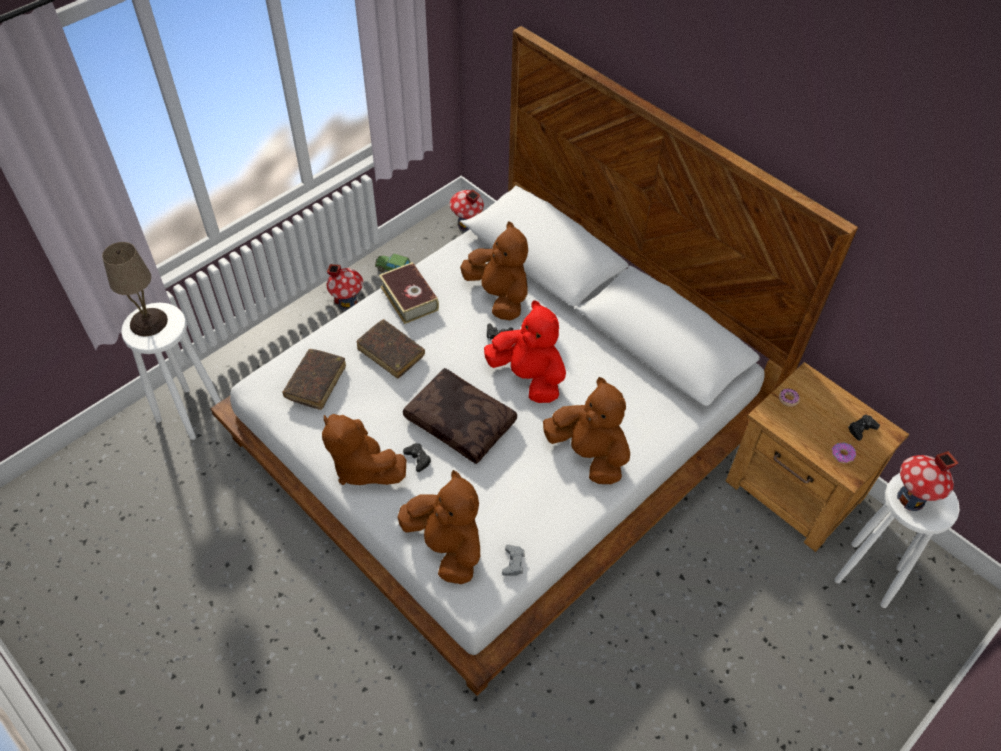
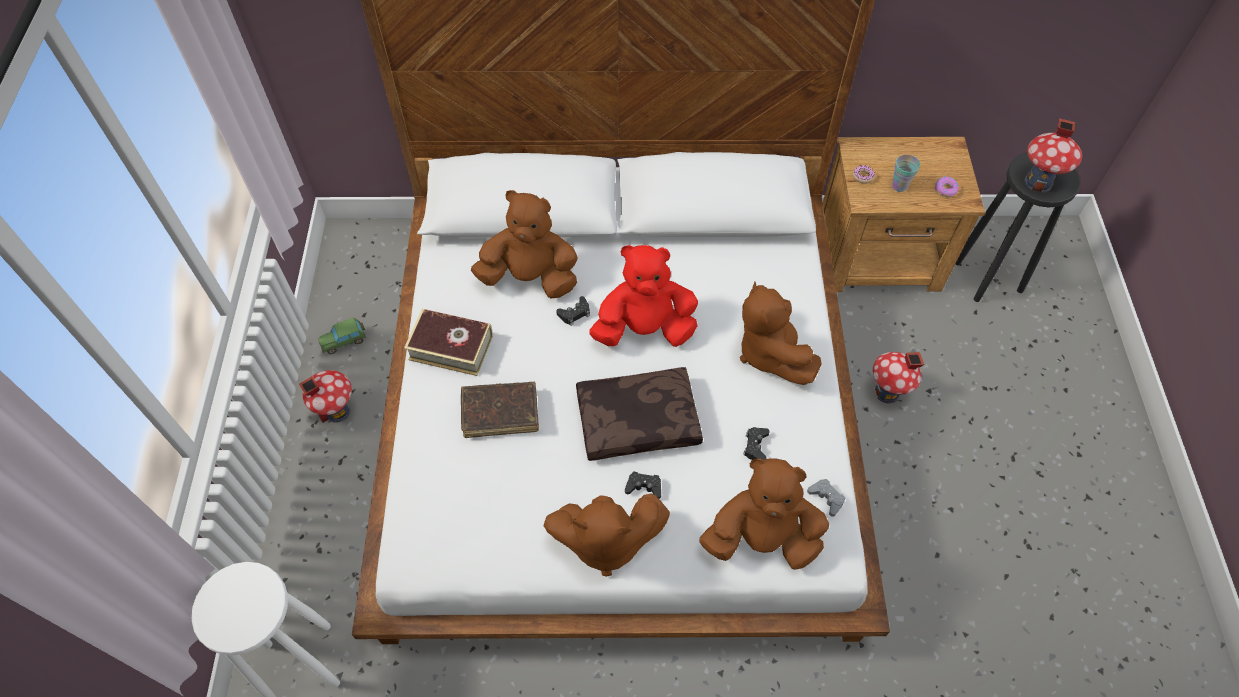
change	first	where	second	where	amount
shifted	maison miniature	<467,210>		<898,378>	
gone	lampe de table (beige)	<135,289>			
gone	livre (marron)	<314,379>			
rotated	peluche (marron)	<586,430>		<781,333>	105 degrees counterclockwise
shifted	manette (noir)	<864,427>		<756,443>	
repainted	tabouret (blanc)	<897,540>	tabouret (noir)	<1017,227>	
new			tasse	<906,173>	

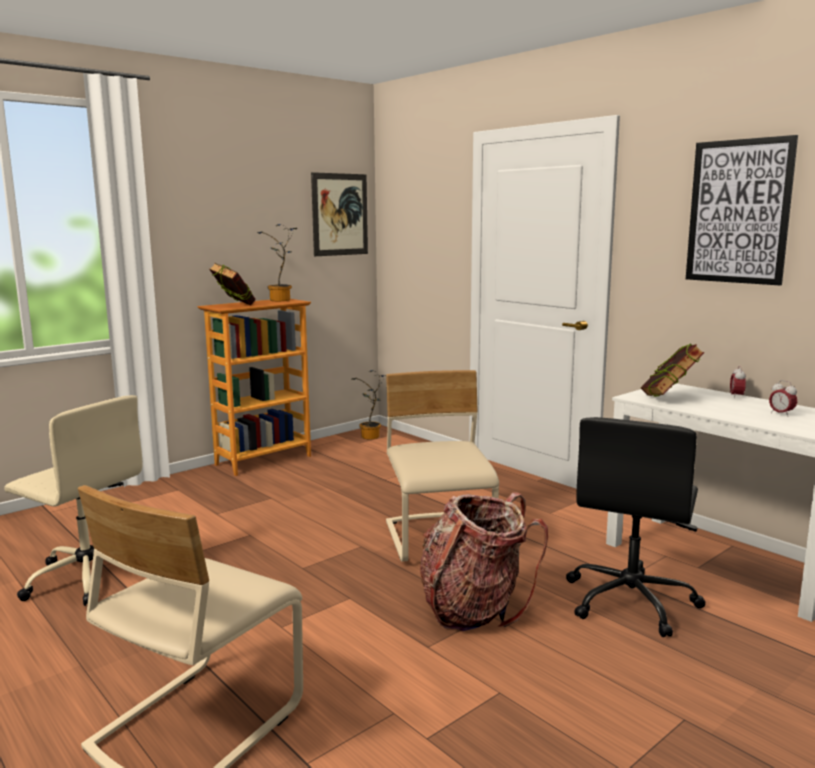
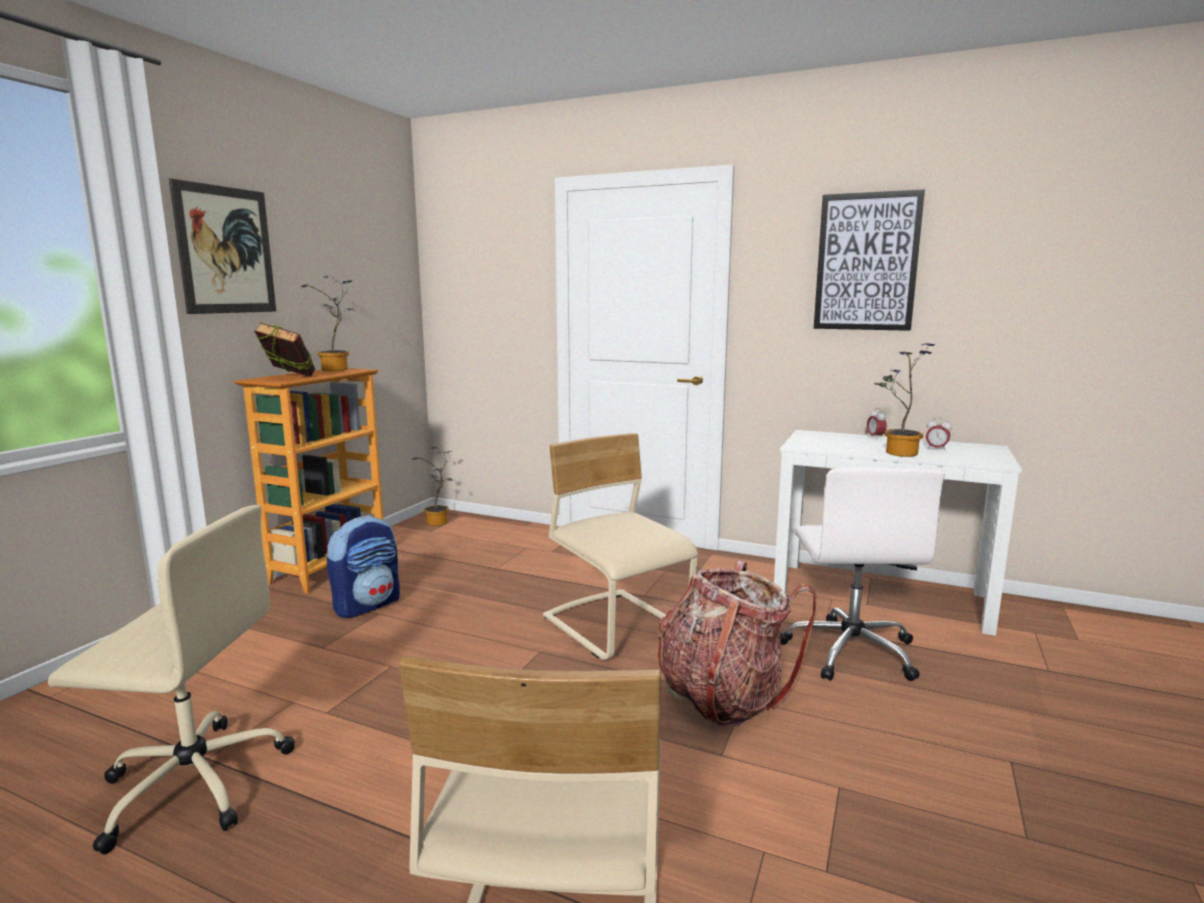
change	first	where	second	where	amount
shifted	tableau	<339,214>		<222,246>	
gone	livre	<673,369>			
repainted	chaise de bureau (noir)	<636,527>	chaise de bureau (blanc)	<862,574>	
new			plante en pot	<904,400>	
new			sac à dos	<363,566>	

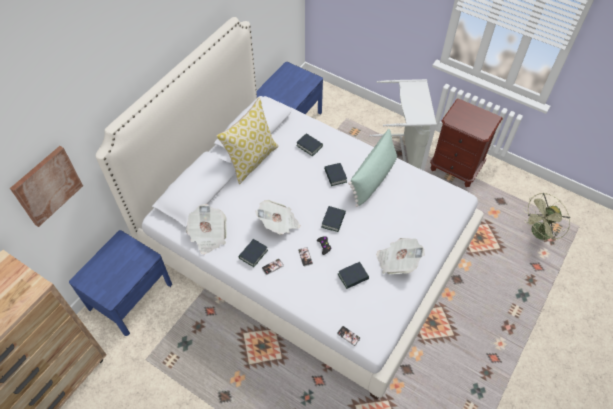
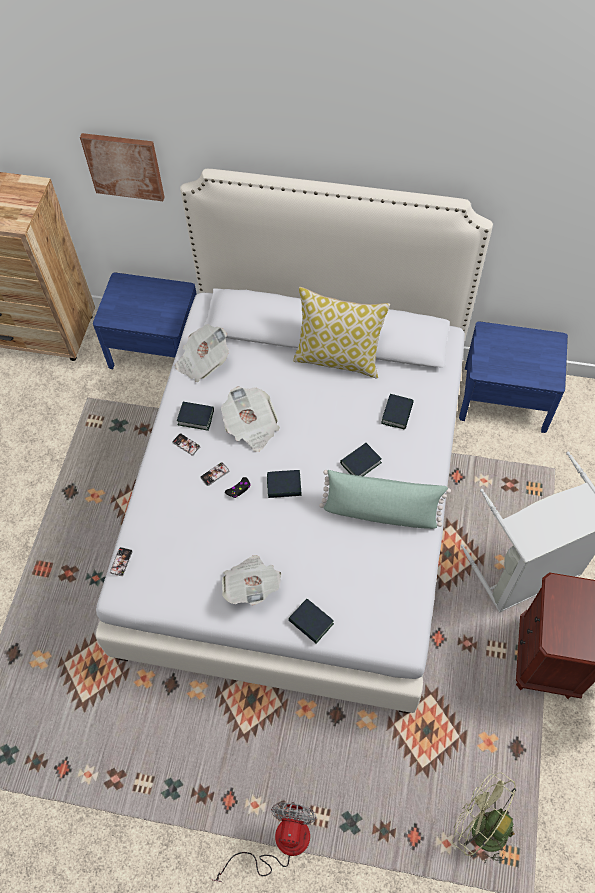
change	first	where	second	where	amount
shifted	livre	<353,275>		<311,621>	
new			ventilateur	<264,842>	

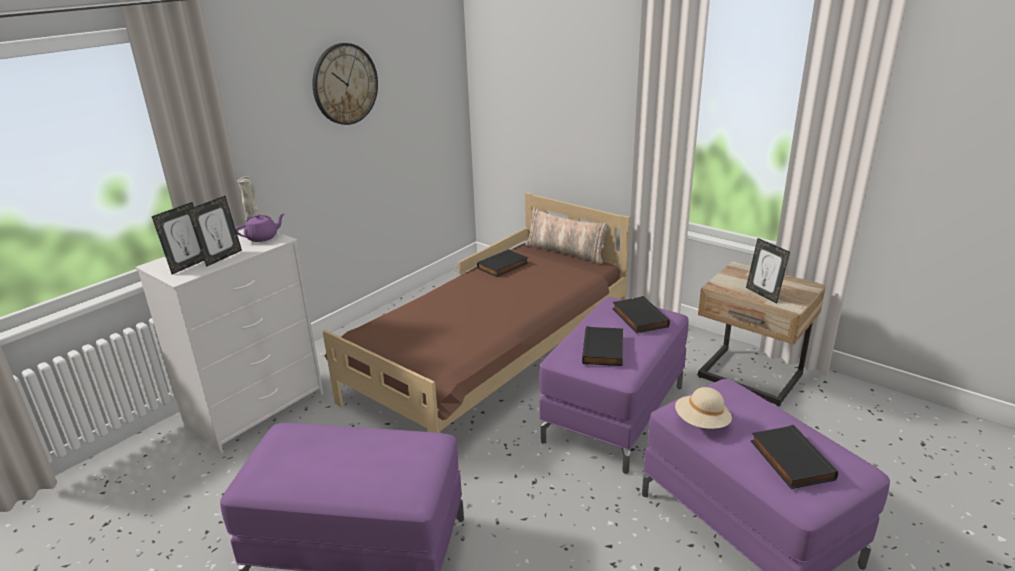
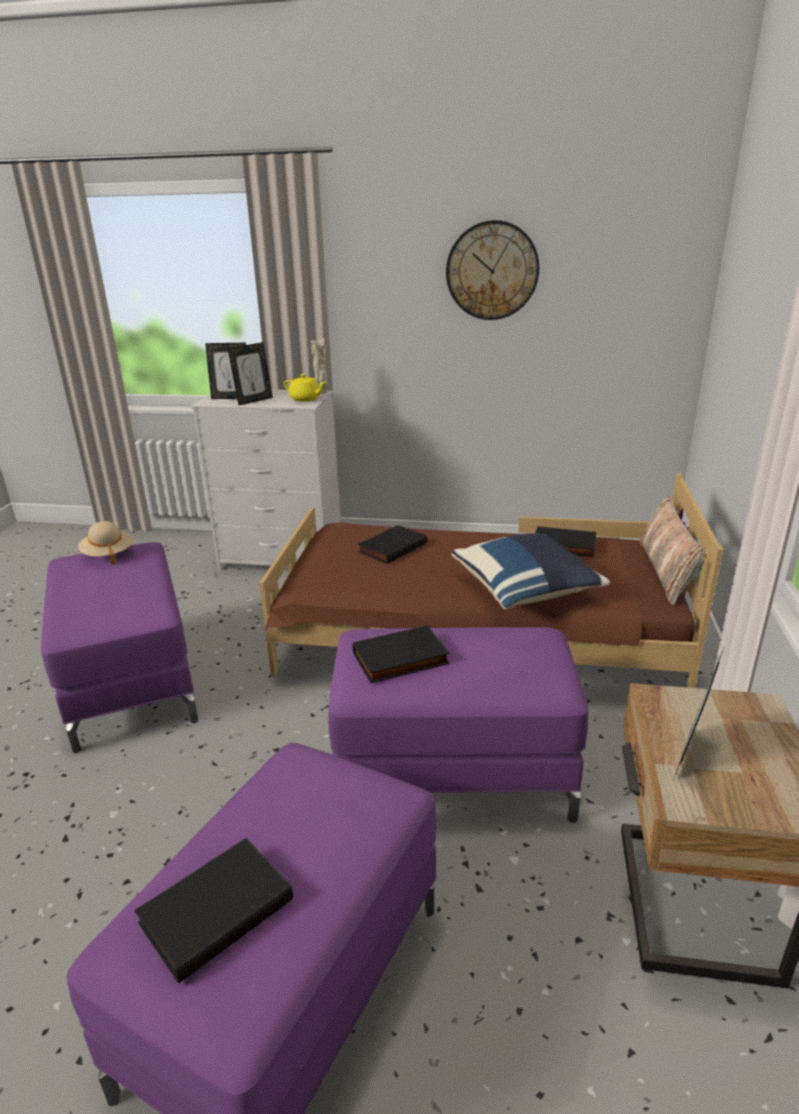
change	first	where	second	where	amount
rotated	cadre photo	<215,231>		<250,373>	45 degrees counterclockwise
repainted	théière (violet)	<260,227>	théière (jaune)	<305,388>	
shifted	livre (noir)	<641,314>		<392,544>	
shifted	chapeau (beige)	<703,408>		<105,543>	
new			coussin (bleu)	<530,571>	

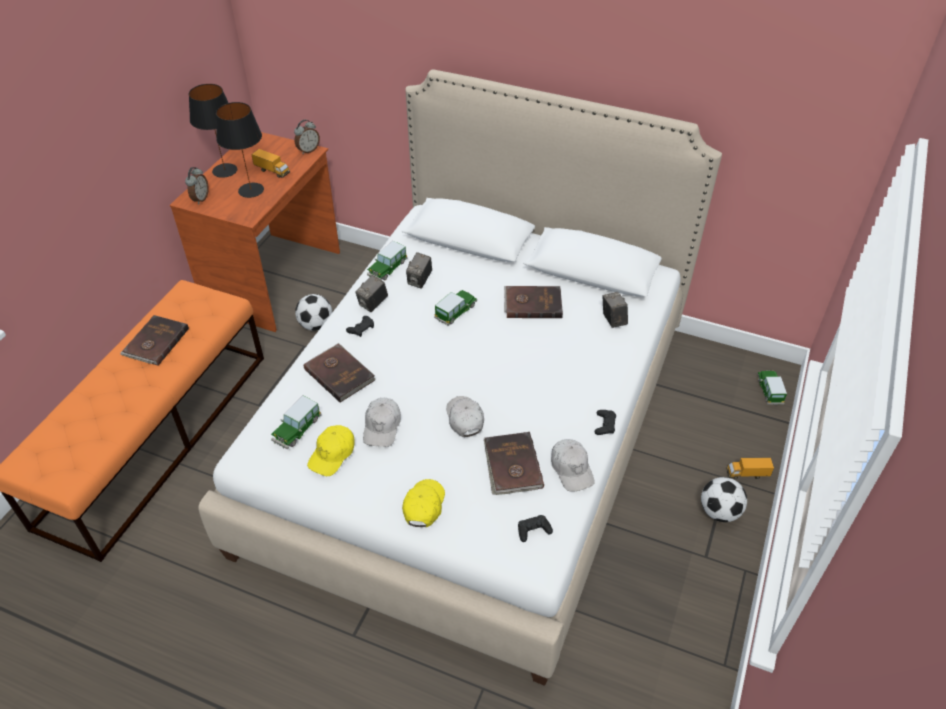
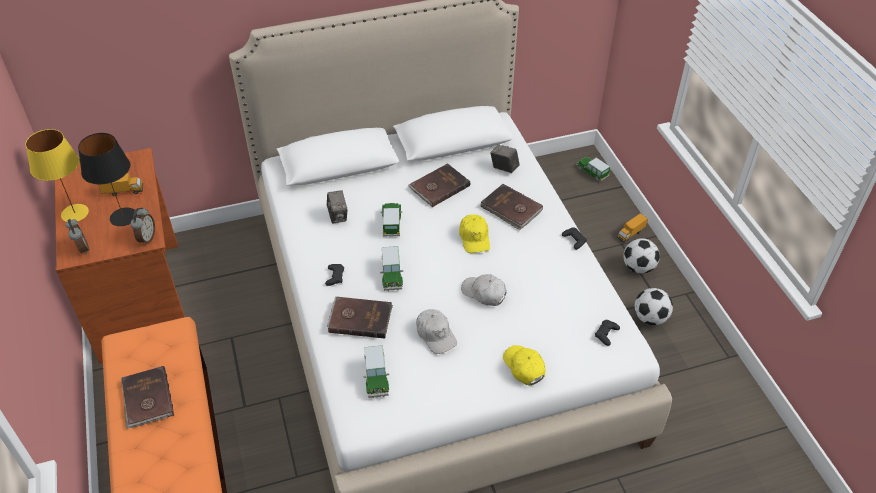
change	first	where	second	where	amount
repainted	lampe de table (noir)	<213,131>	lampe de table (jaune)	<57,175>	
shifted	réveil	<307,137>		<143,226>	
shifted	petite voiture	<387,261>		<391,268>	
gone	appareil photo	<372,293>			
shifted	ballon de foot	<313,312>		<653,306>	
shifted	casquette (jaune)	<331,450>		<474,233>	
shifted	livre (marron)	<514,463>		<511,207>	
gone	casquette (blanc)	<573,465>			

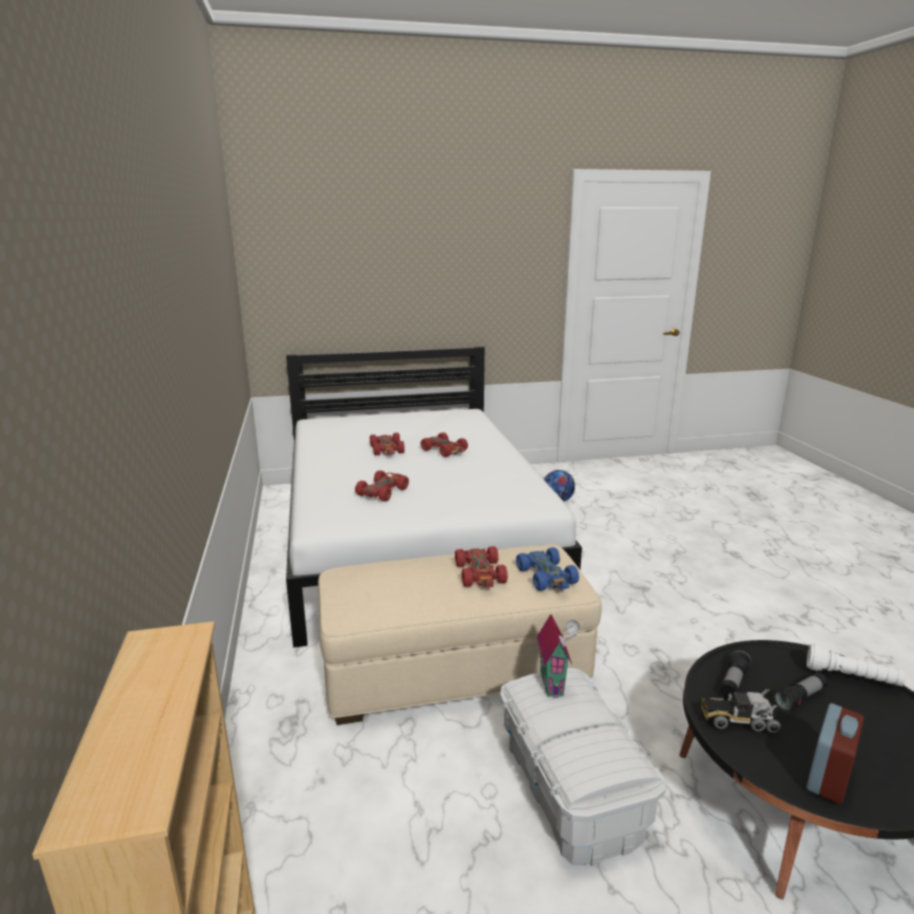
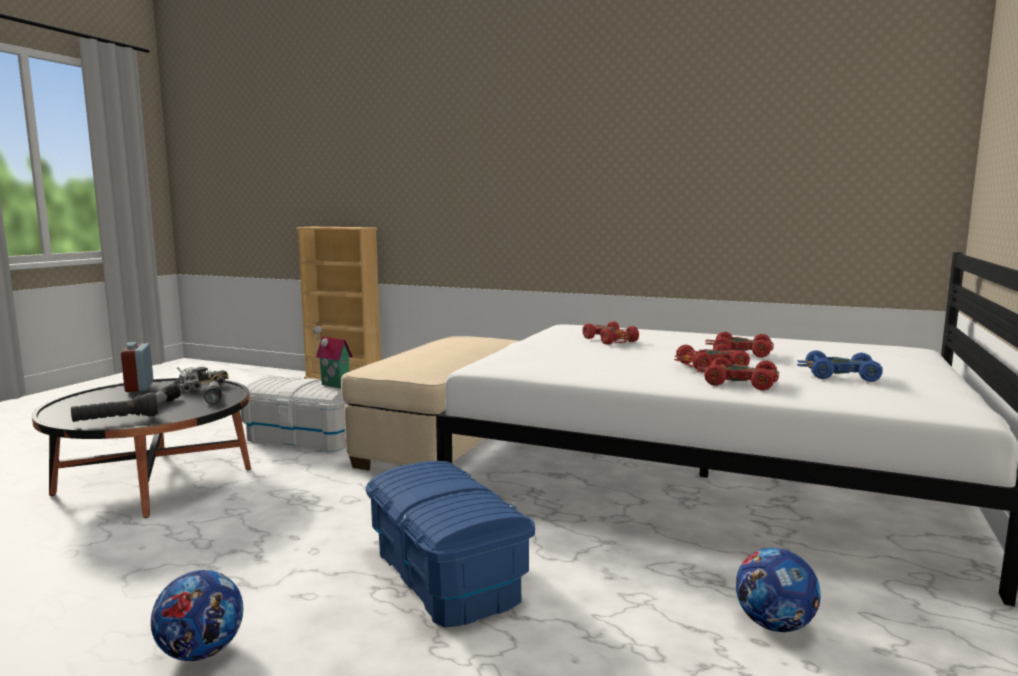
change	first	where	second	where	amount
shifted	petite voiture (rouge)	<481,567>		<738,374>	
shifted	petite voiture (bleu)	<547,569>		<840,366>	
repainted	lampe de poche (blanc)	<856,665>	lampe de poche (noir)	<114,407>	
new			boîte de rangement (bleu)	<450,544>	
new			ballon de foot	<197,615>	

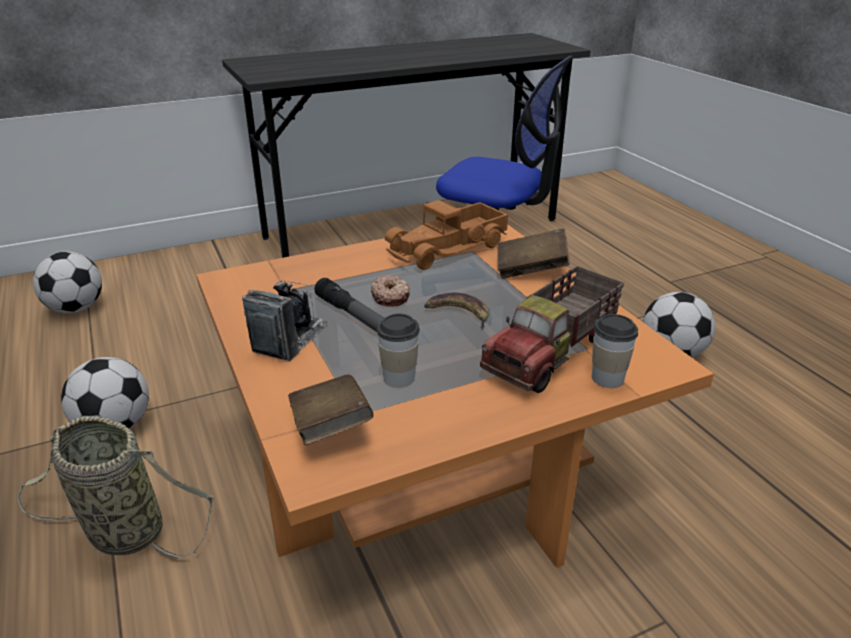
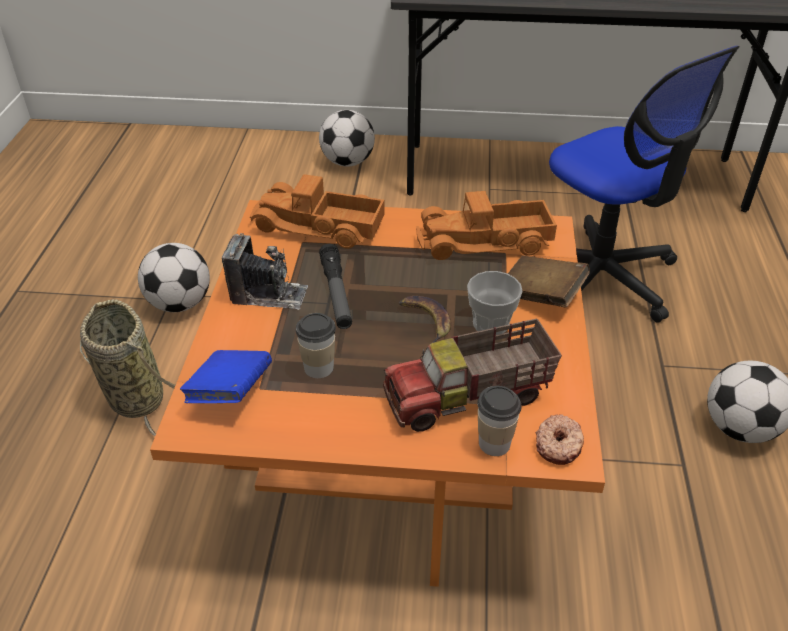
change	first	where	second	where	amount
shifted	ballon de foot	<67,282>		<347,138>	
shifted	beignet	<390,291>		<560,439>	
rotated	appareil photo	<285,321>		<265,271>	45 degrees clockwise
repainted	livre (marron)	<331,409>	livre (bleu)	<226,376>	
new			camion jouet	<317,211>	
new			tasse	<494,303>	

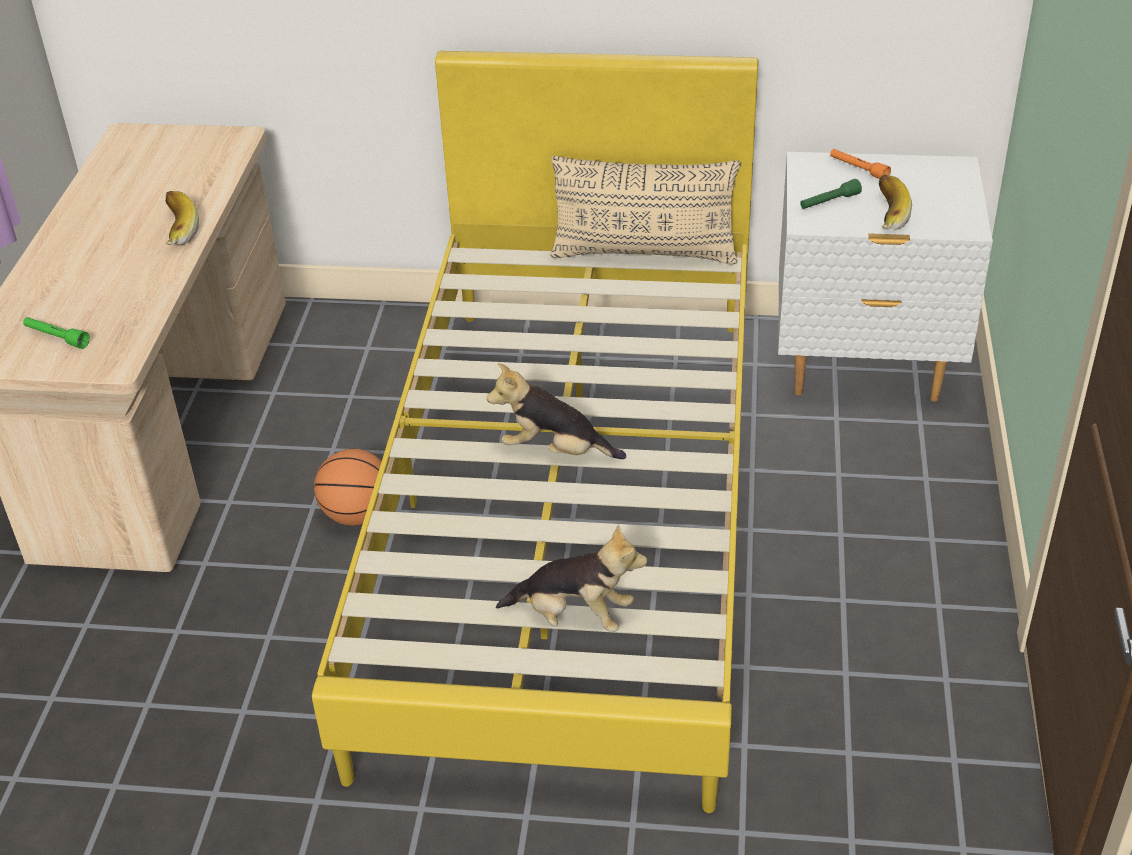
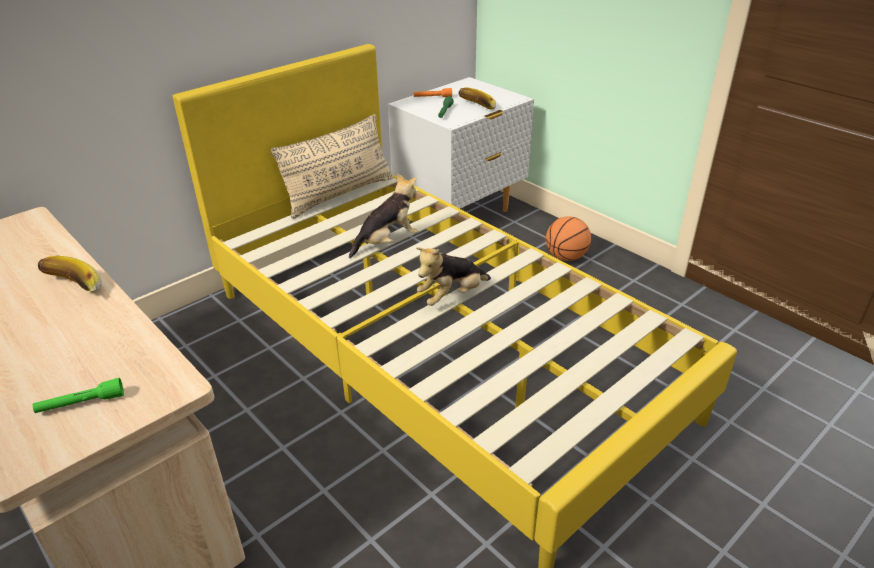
change	first	where	second	where	amount
shifted	ballon de basket	<348,487>		<568,238>	
shifted	peluche	<572,578>		<384,215>	

